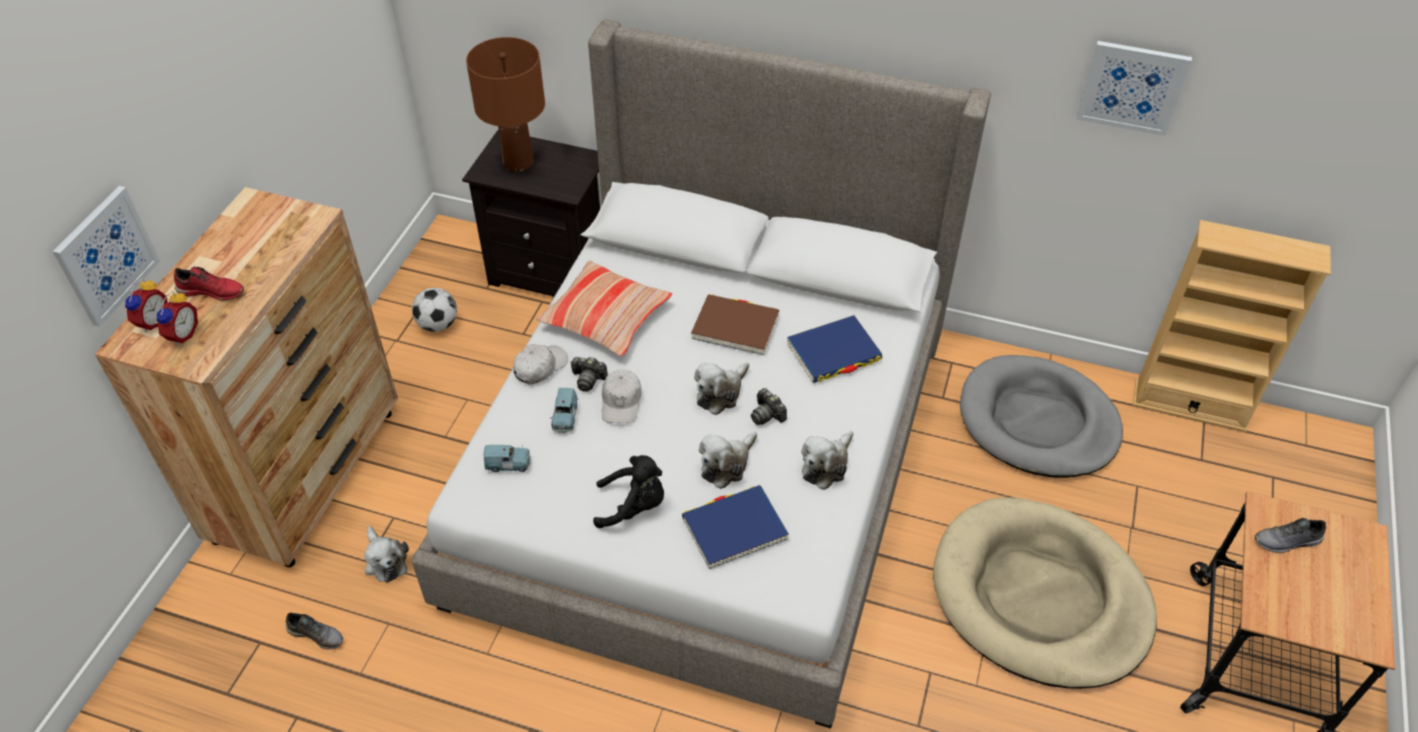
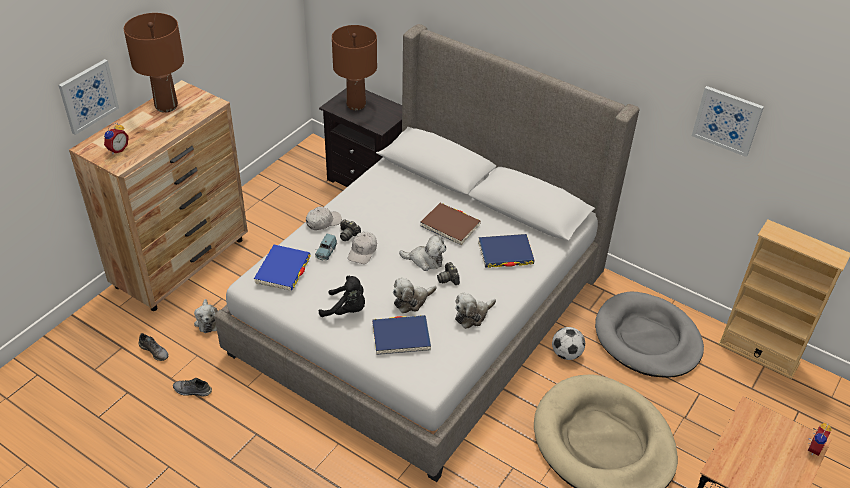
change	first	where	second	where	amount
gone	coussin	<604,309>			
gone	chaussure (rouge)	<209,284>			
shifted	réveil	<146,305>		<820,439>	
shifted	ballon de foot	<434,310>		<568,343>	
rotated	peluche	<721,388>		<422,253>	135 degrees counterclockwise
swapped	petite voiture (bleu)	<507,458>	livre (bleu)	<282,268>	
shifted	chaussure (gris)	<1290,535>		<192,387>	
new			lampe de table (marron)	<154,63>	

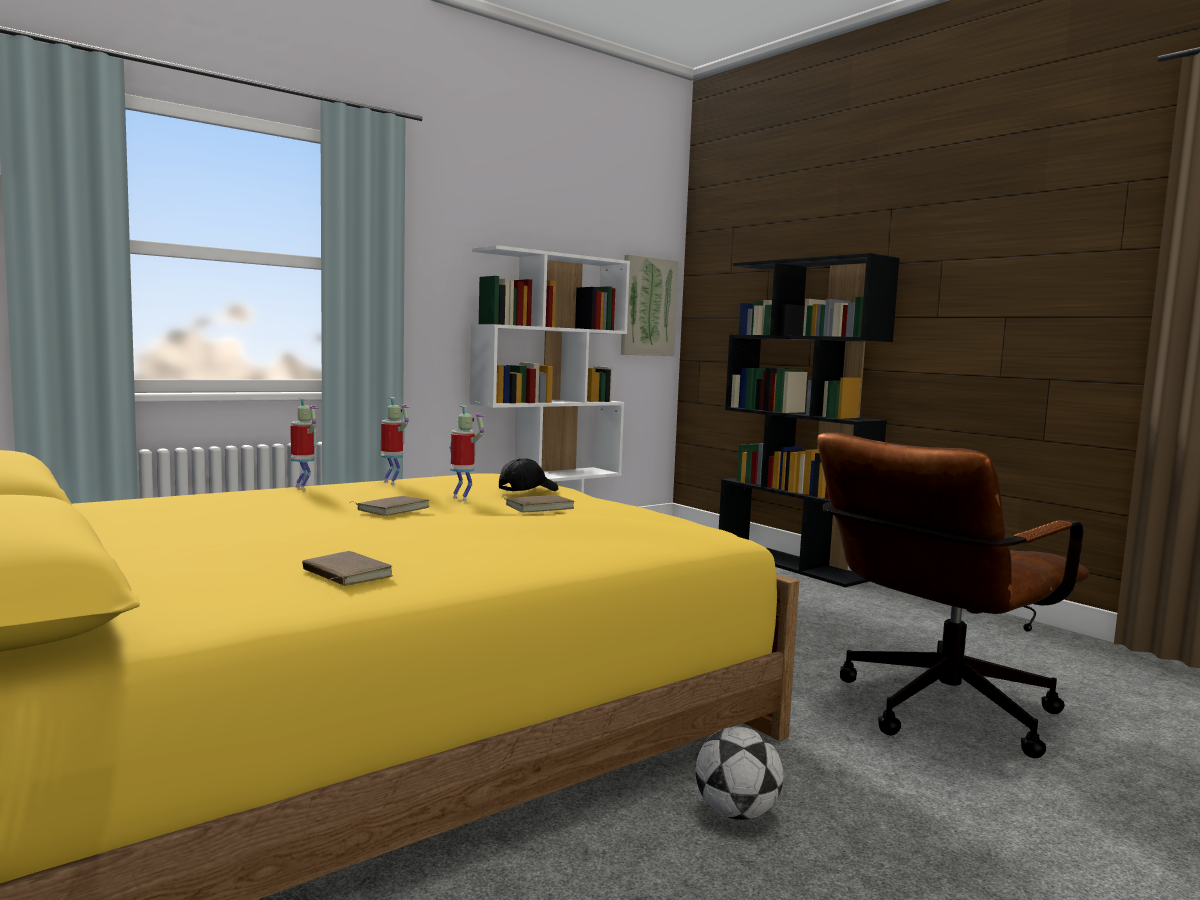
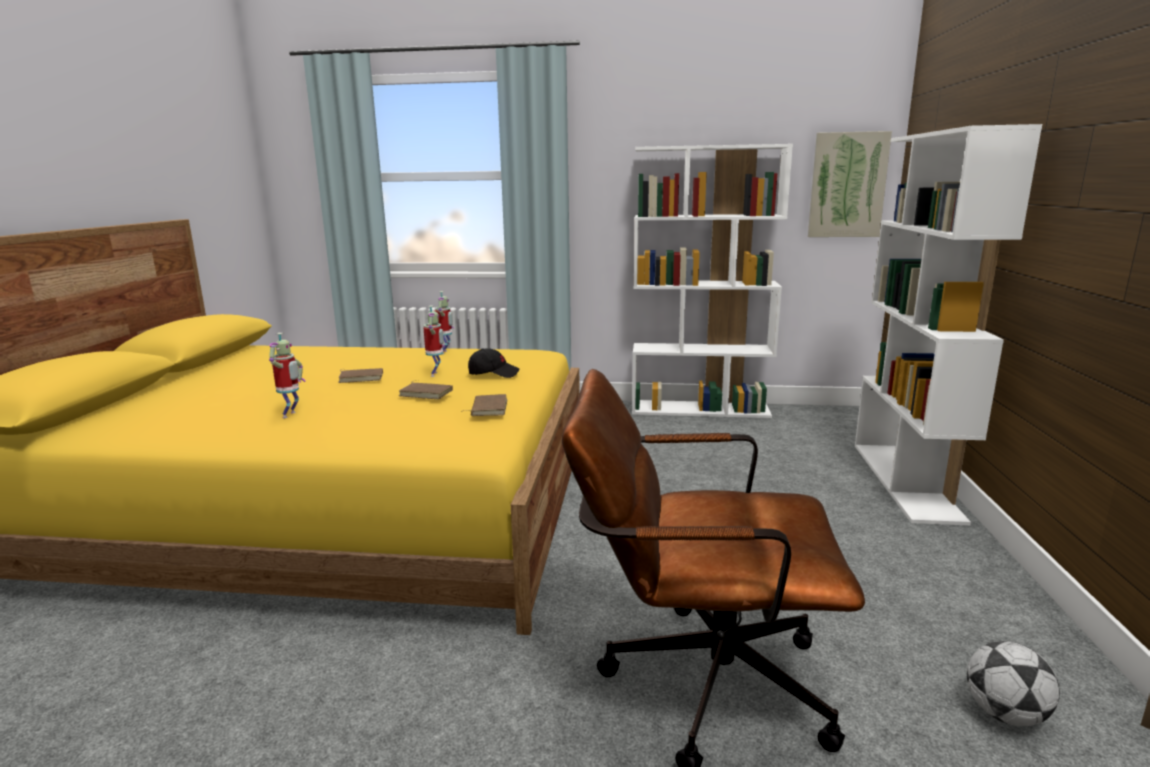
change	first	where	second	where	amount
repainted	bibliothèque (noir)	<809,420>	bibliothèque (blanc)	<948,325>	
shifted	robot jouet	<304,444>		<287,375>	
shifted	livre (marron)	<347,568>		<484,405>	
shifted	ballon de foot	<739,773>		<1013,683>	

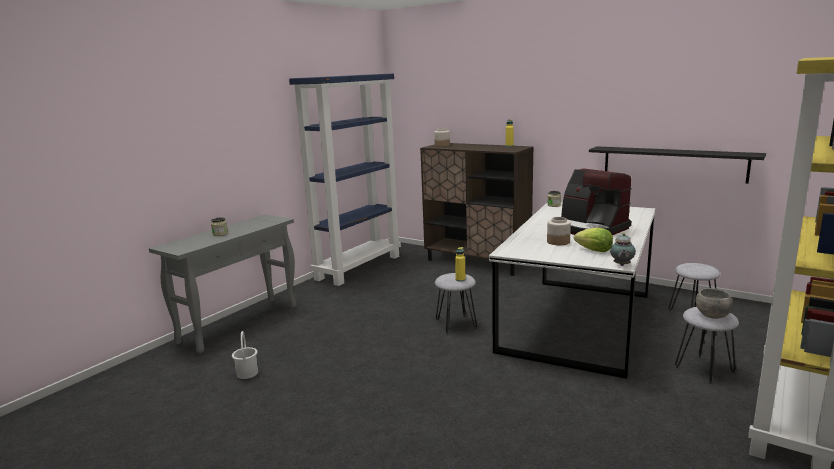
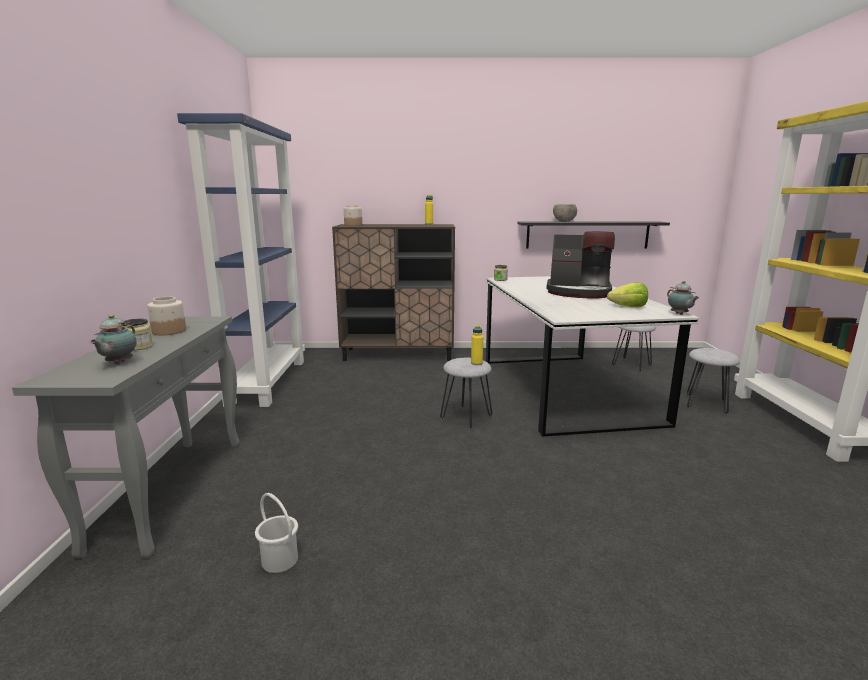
change	first	where	second	where	amount
shifted	bocal	<559,231>		<166,316>	
shifted	bol (gris)	<714,303>		<565,213>	
new			théière	<113,339>	

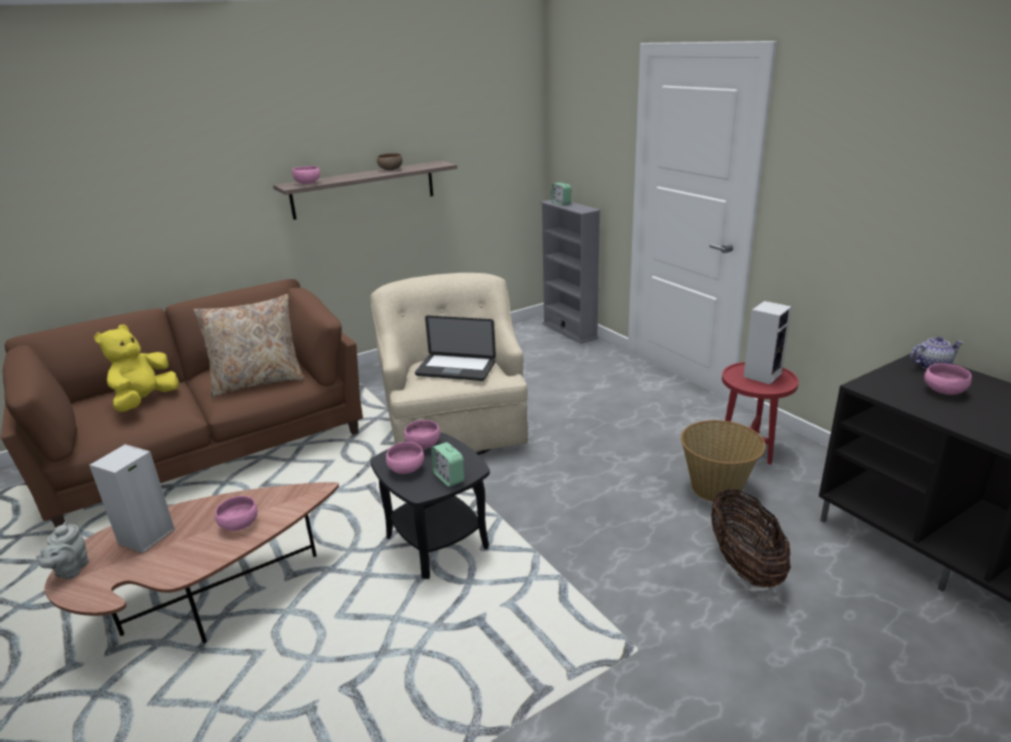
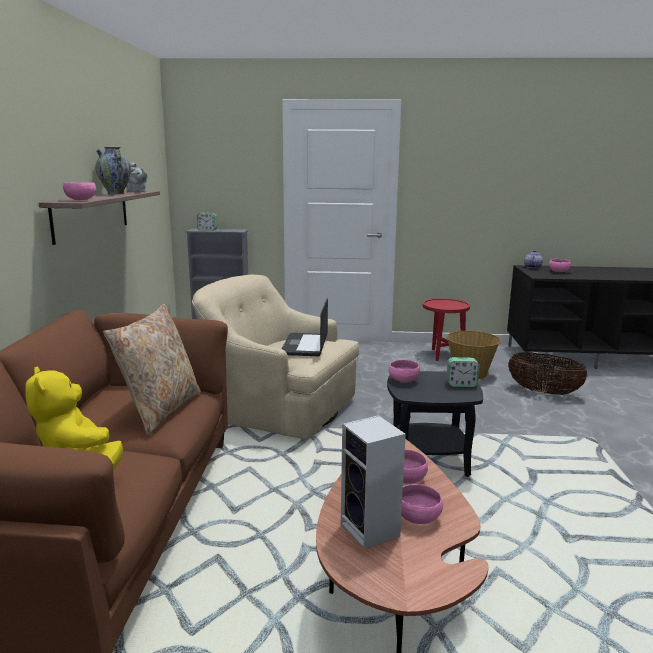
change	first	where	second	where	amount
swapped	bol (marron)	<389,161>	vase	<113,170>	
gone	enceinte	<767,342>			
rotated	ordinateur portable	<455,348>		<305,327>	135 degrees clockwise
shifted	bol (rose)	<405,458>		<422,504>	
shifted	théière (gris)	<62,550>		<136,177>	

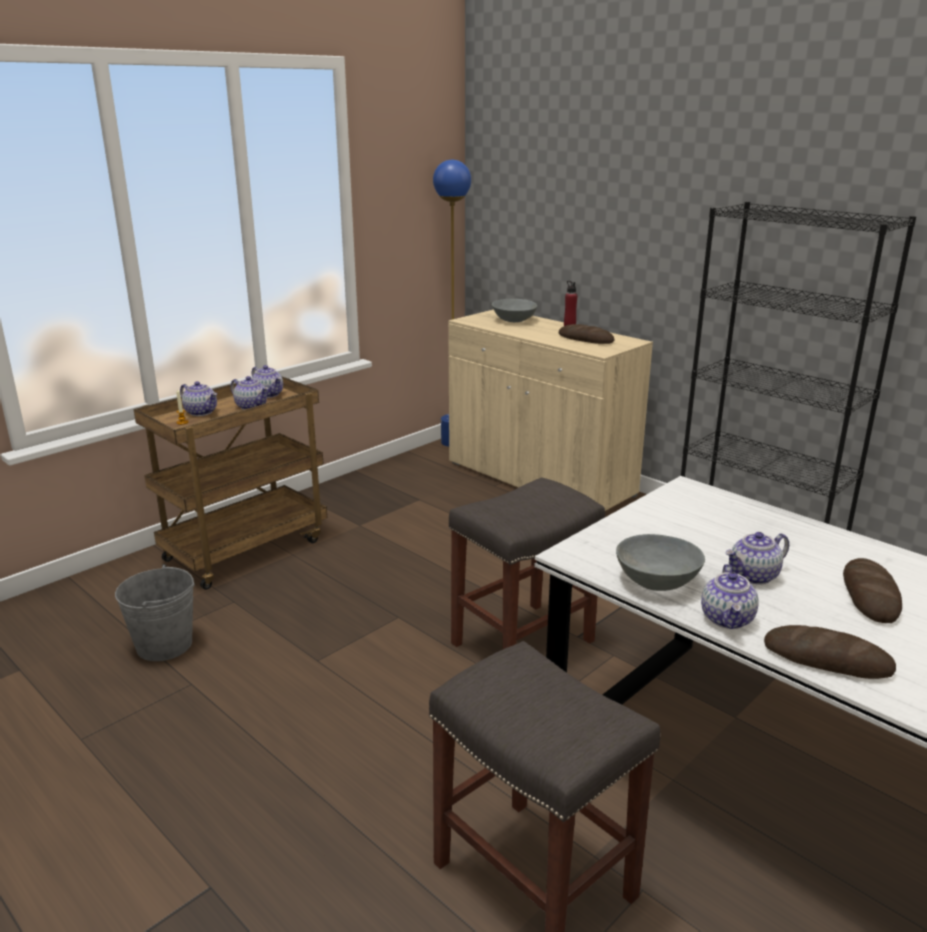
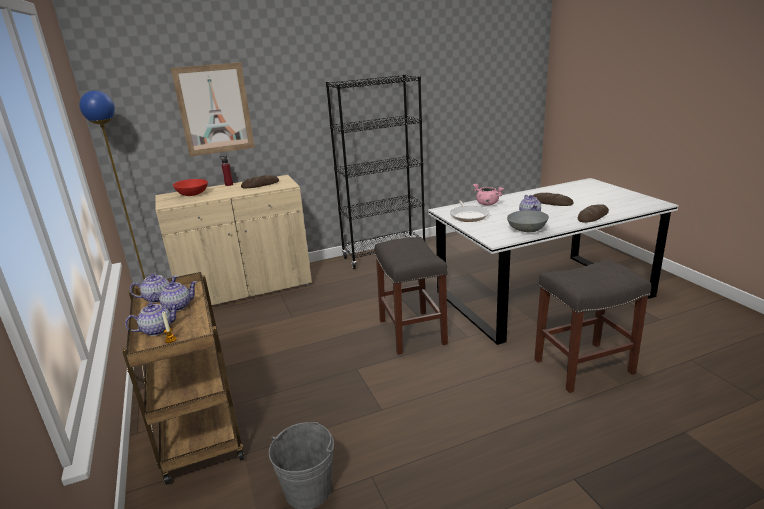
change	first	where	second	where	amount
repainted	bol (gris)	<514,310>	bol (rouge)	<190,187>	
gone	théière	<730,596>			
new			tableau	<213,109>	
new			marmite (rose)	<488,194>	
new			poêle	<469,211>	

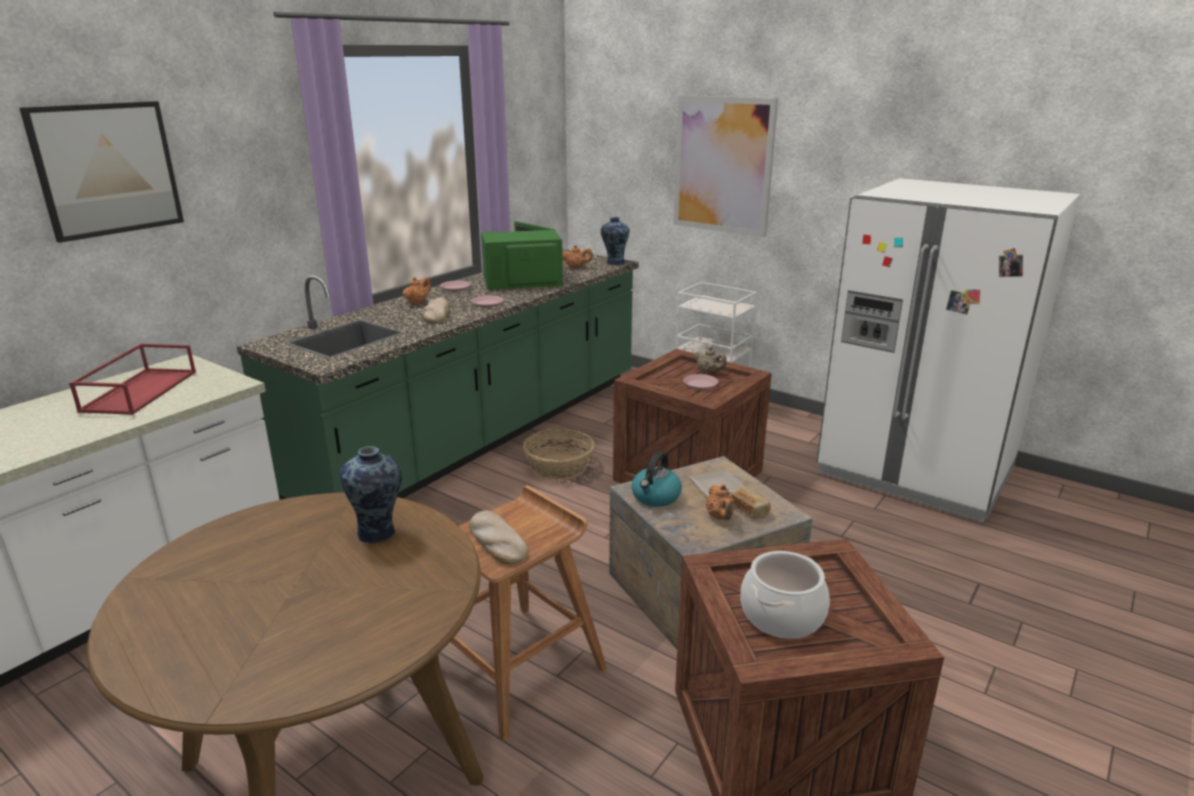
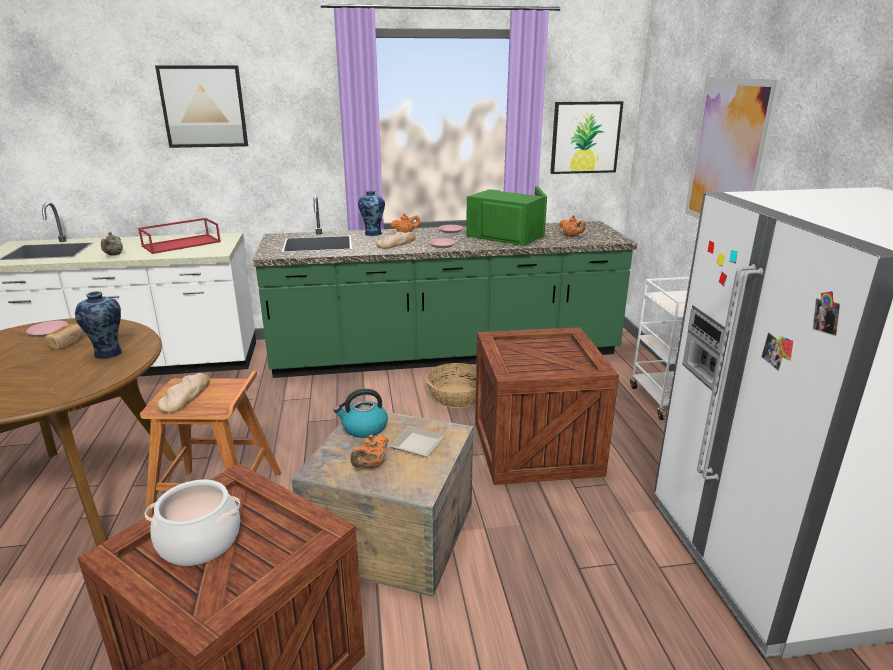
change	first	where	second	where	amount
shifted	vase	<615,241>		<371,213>	
shifted	théière (beige)	<710,360>		<112,244>	
shifted	assiette (rose)	<700,382>		<47,329>	
shifted	pain	<751,503>		<64,337>	
new			tableau	<586,137>	

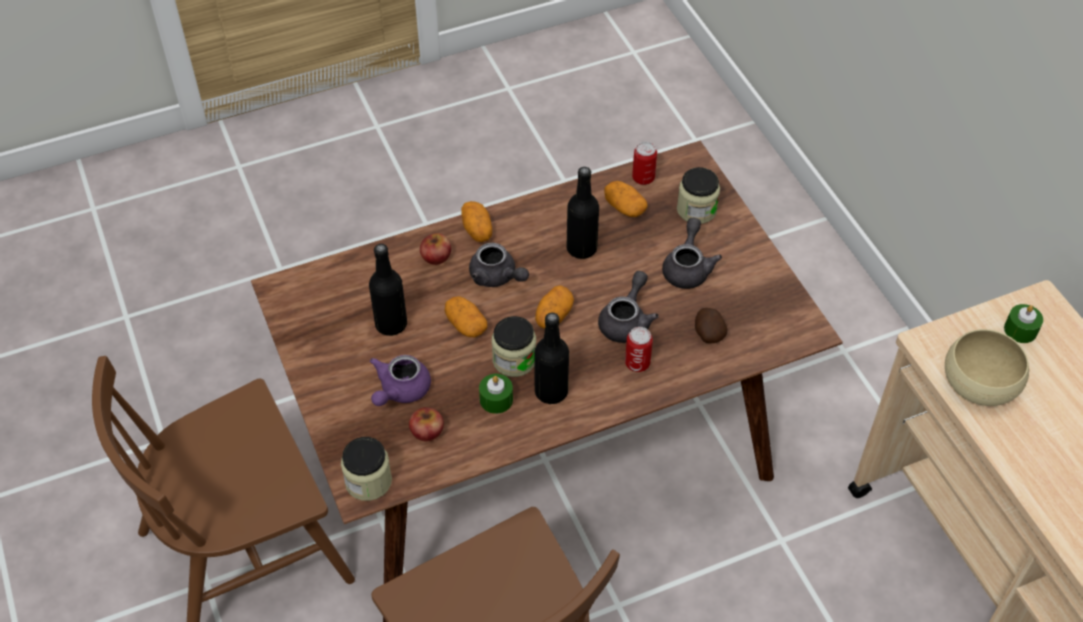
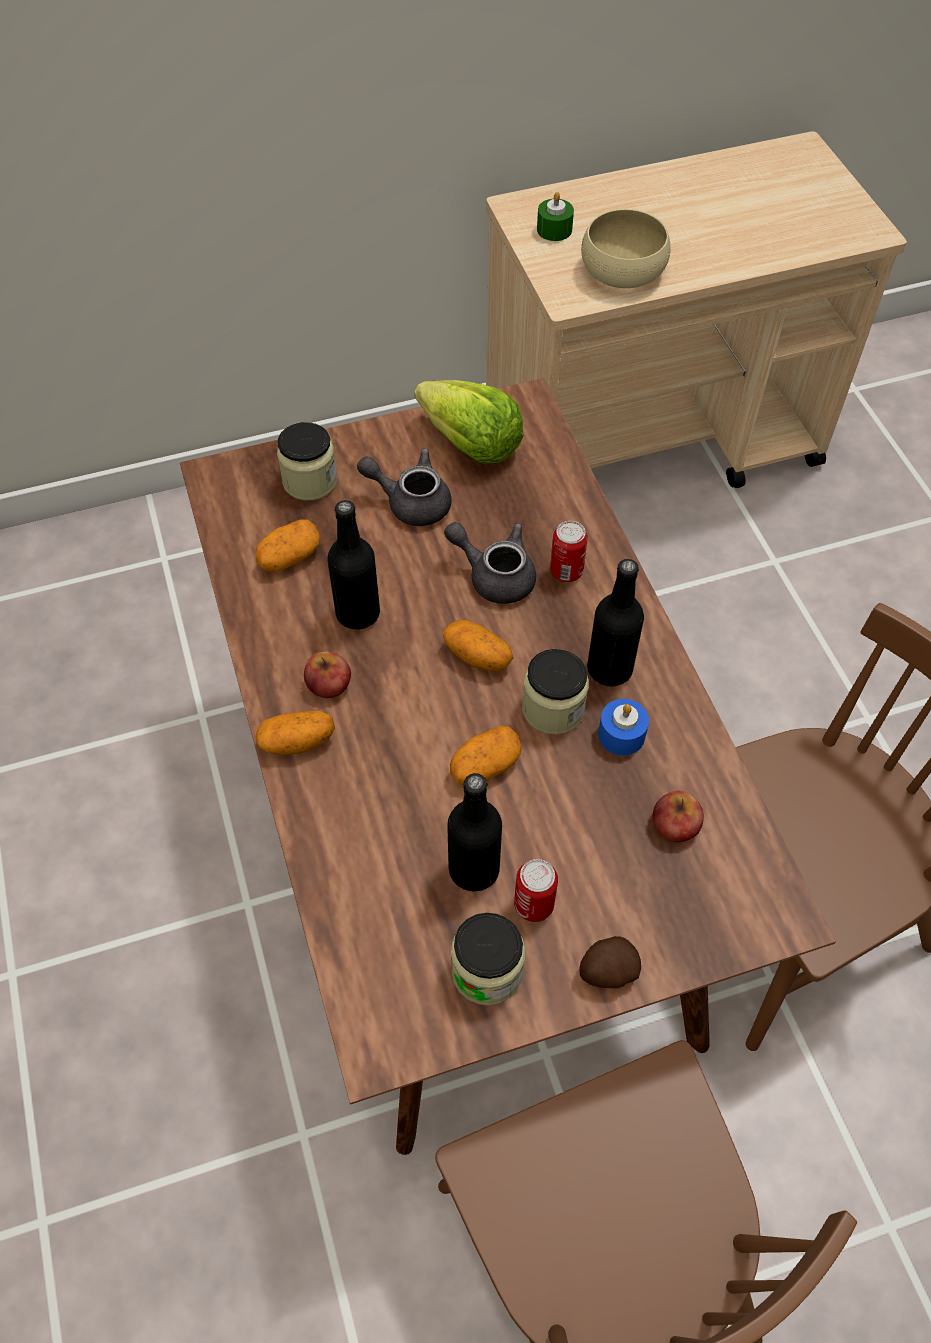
change	first	where	second	where	amount
shifted	boîte métallique	<644,163>		<536,890>	
shifted	pomme	<435,249>		<327,674>	
gone	théière (gris)	<499,265>			
shifted	pomme de terre	<711,326>		<610,962>	
gone	théière (violet)	<400,380>			
repainted	bougie (vert)	<496,394>	bougie (bleu)	<623,727>	
shifted	bocal	<366,469>		<488,959>	
new			laitue	<469,422>	

